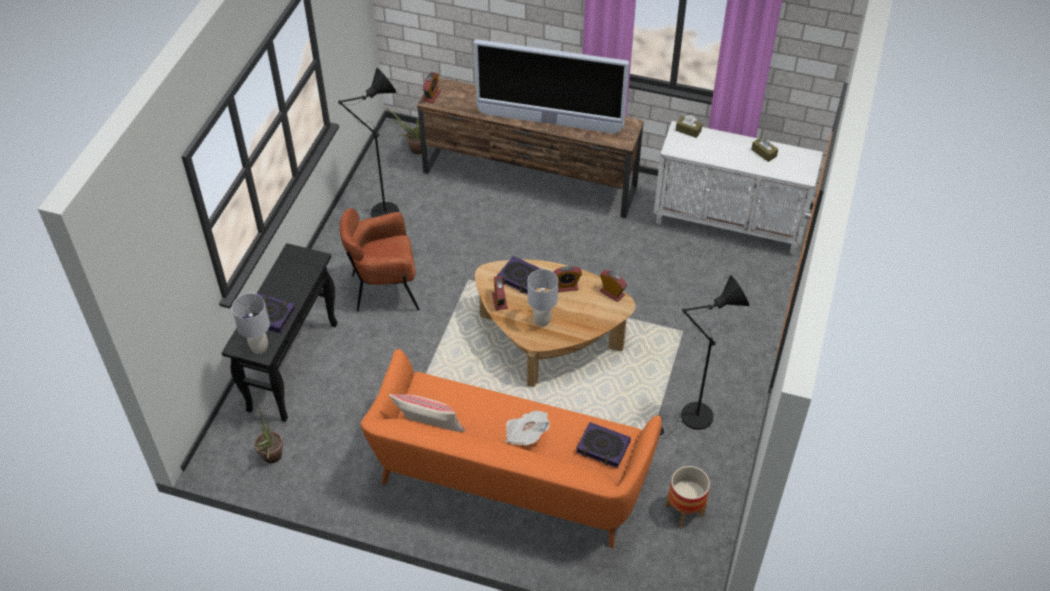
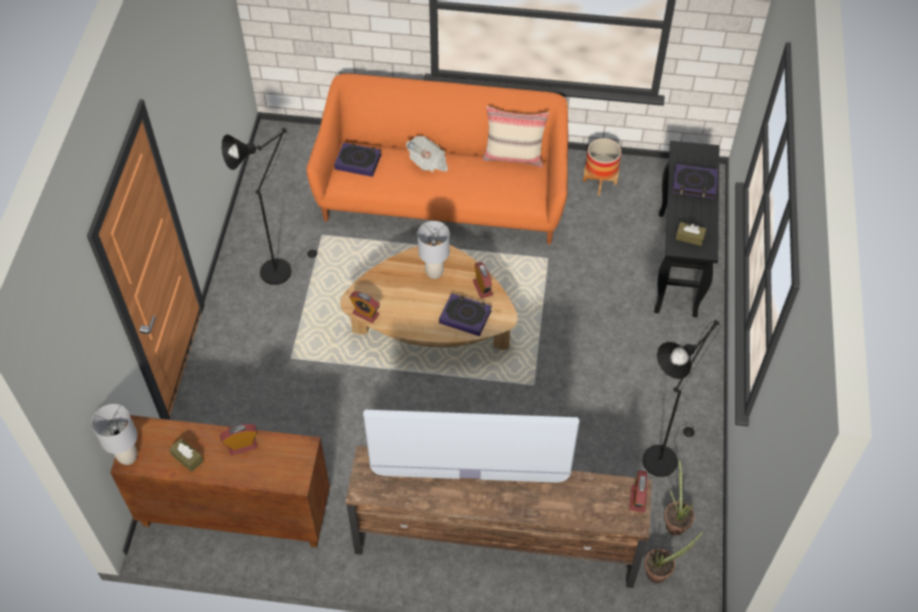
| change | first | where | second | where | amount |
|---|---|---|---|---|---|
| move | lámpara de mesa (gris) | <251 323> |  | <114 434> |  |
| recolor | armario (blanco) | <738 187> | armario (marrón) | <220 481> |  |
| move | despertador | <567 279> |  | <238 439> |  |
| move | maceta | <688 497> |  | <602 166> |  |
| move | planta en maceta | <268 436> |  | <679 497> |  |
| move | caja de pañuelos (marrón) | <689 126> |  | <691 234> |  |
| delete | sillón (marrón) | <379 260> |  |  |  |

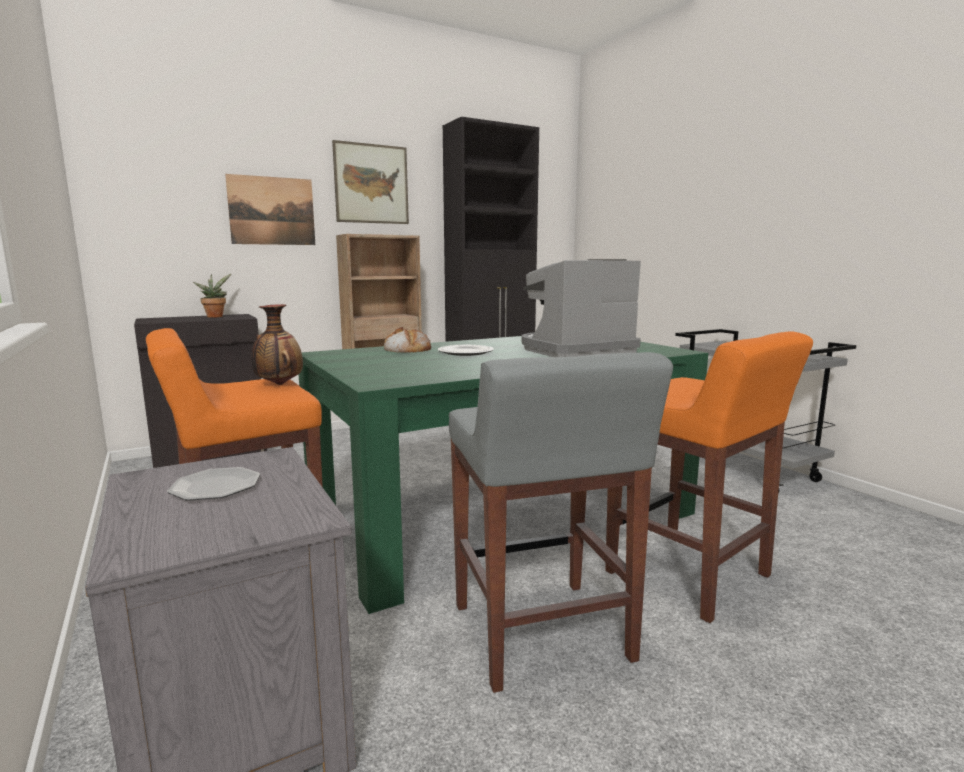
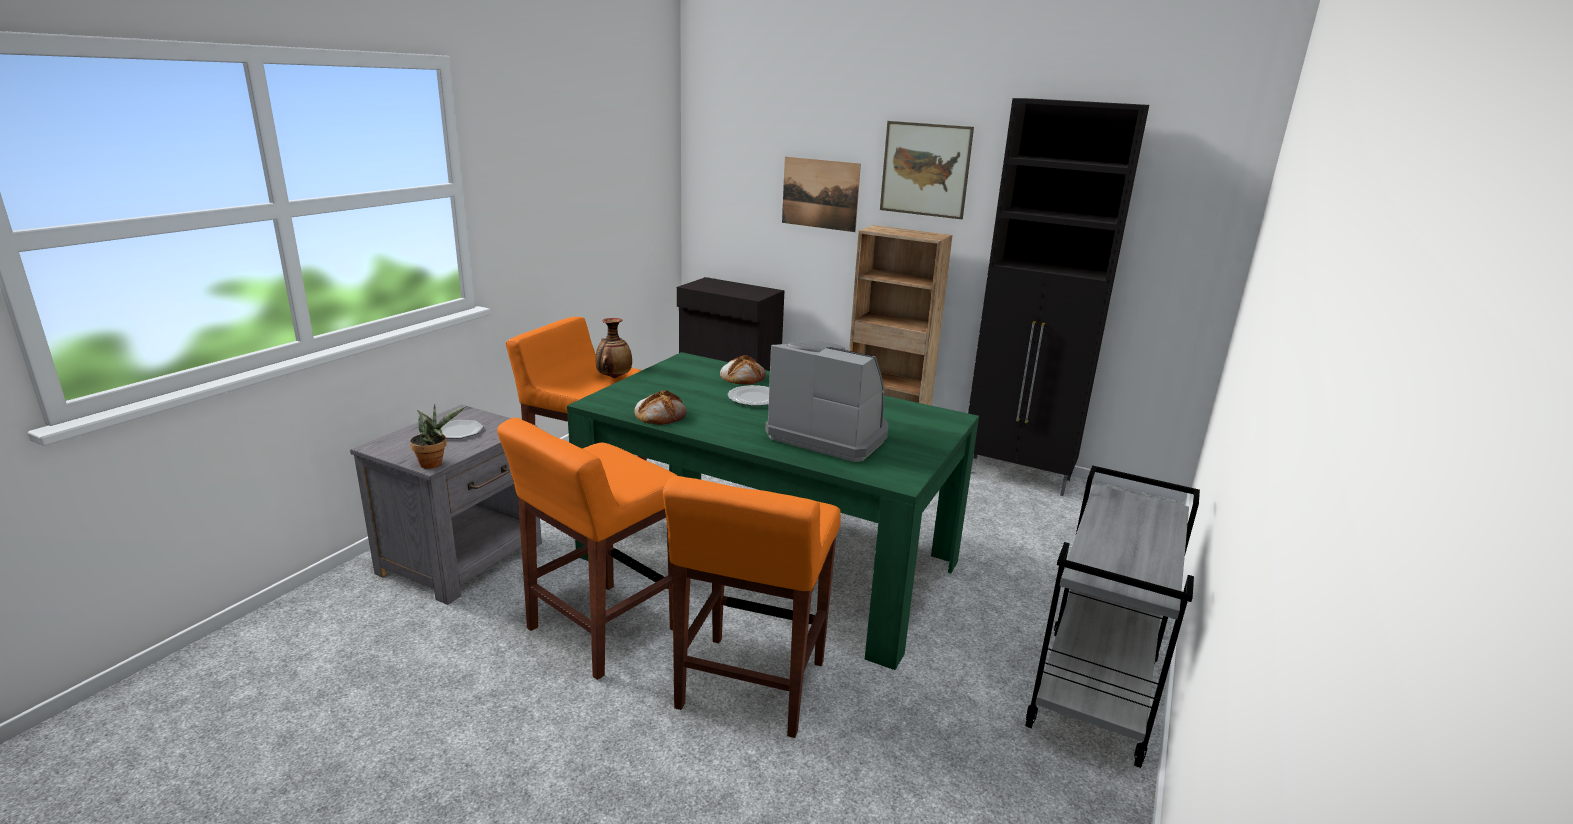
| change | first | where | second | where | amount |
|---|---|---|---|---|---|
| move | planta en maceta | <212 296> |  | <437 436> |  |
| recolor | taburete (gris) | <561 522> | taburete (naranja) | <587 549> |  |
| insert |  |  | pan | <660 407> |  |

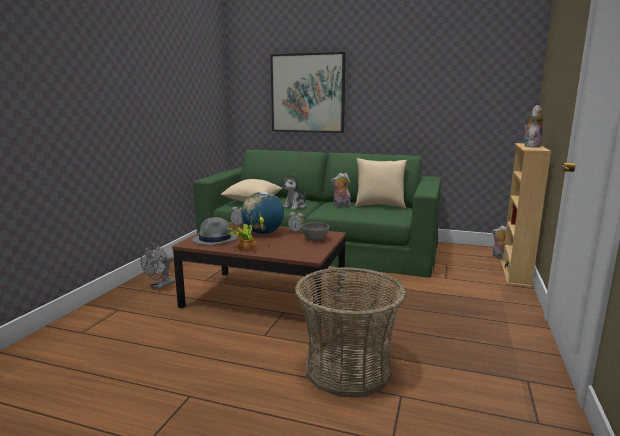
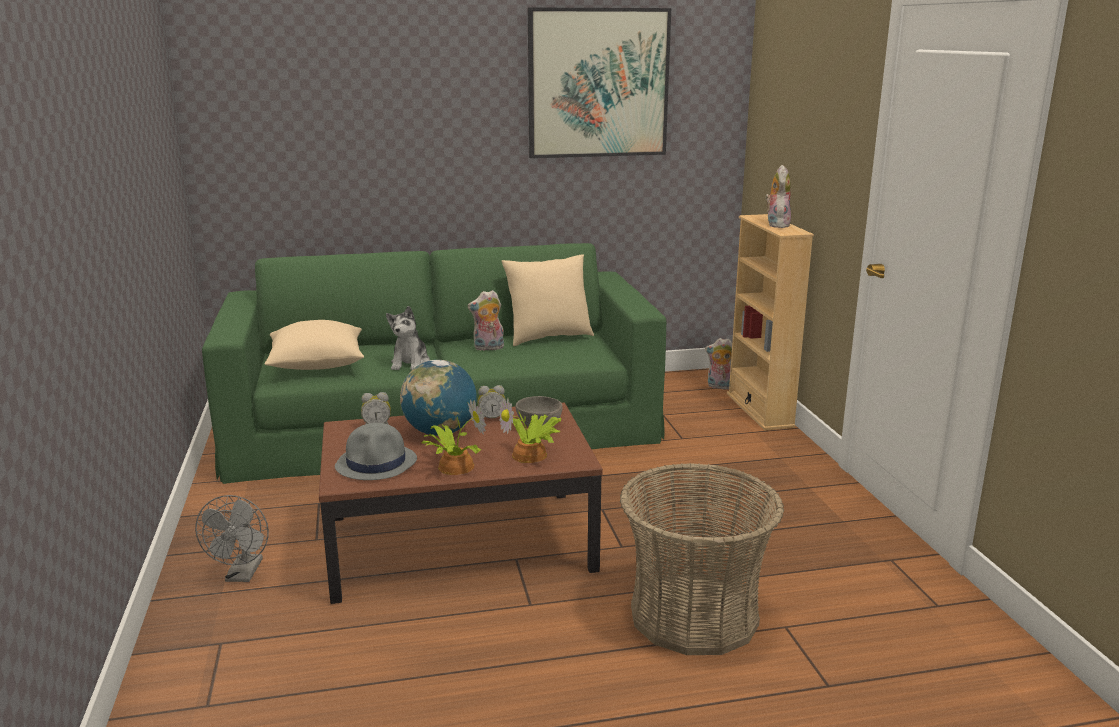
| change | first | where | second | where | amount |
|---|---|---|---|---|---|
| insert |  |  | planta en maceta | <530 430> |  |
| move | cuadro | <308 92> |  | <599 82> |  |

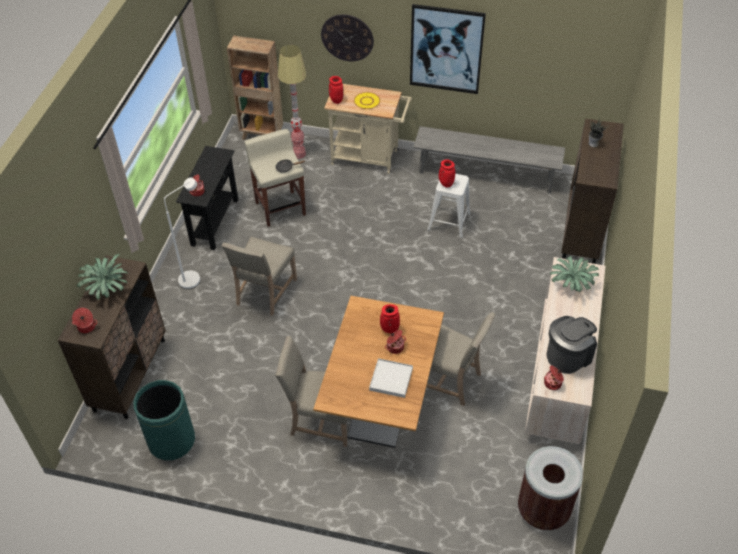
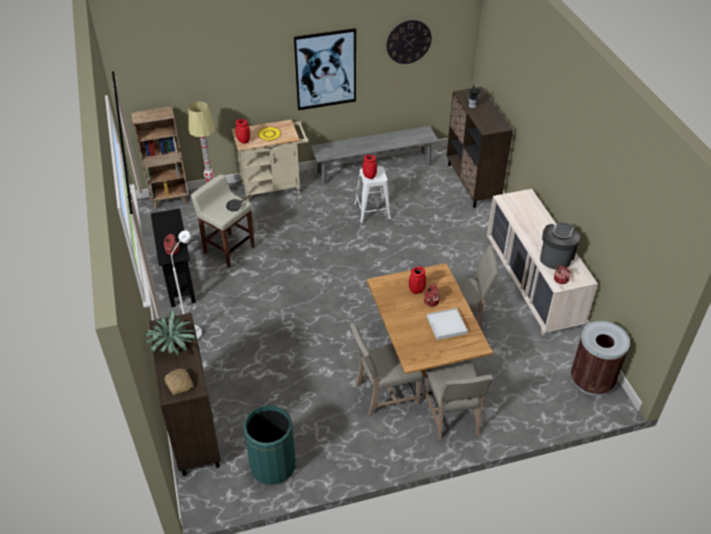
| change | first | where | second | where | amount |
|---|---|---|---|---|---|
| replace | olla | <84 320> | pan | <179 381> |  |
| move | reloj de pared | <347 37> |  | <409 42> |  |
| move | silla (beis) | <259 276> |  | <458 400> |  |
| delete | planta en maceta | <574 274> |  |  |  |

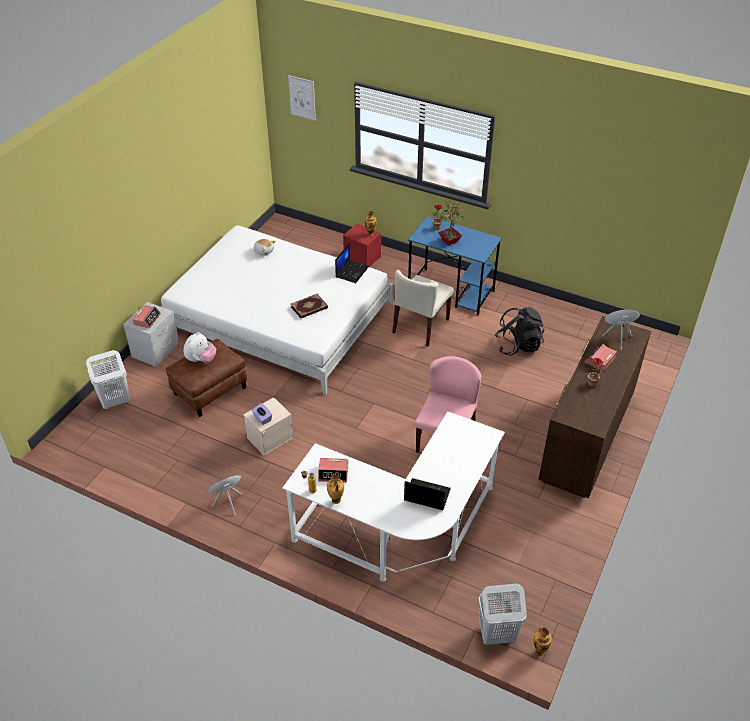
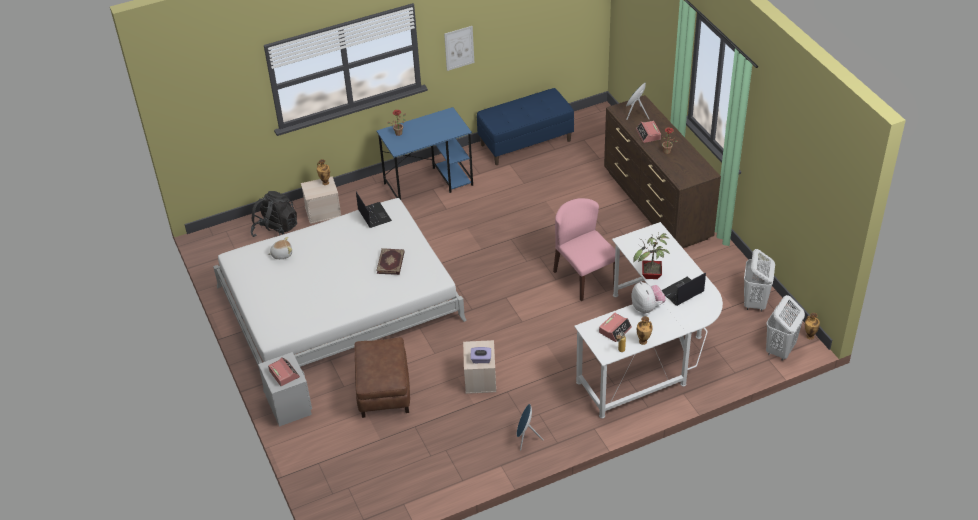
| change | first | where | second | where | amount |
|---|---|---|---|---|---|
| move | mochila (negro) | <520 331> |  | <273 214> |  |
| recolor | caja de almacenaje (rojo) | <362 245> | caja de almacenaje (beis) | <321 200> |  |
| move | cuadro | <302 98> |  | <459 48> |  |
| insert |  |  | banco (azul) | <525 126> |  |
| move | peluche | <200 347> |  | <648 297> |  |
| move | planta en maceta | <450 222> |  | <651 255> |  |
| move | cesto de la ropa (blanco) | <108 380> |  | <759 280> |  |
| delete | silla (beis) | <423 308> |  |  |  |

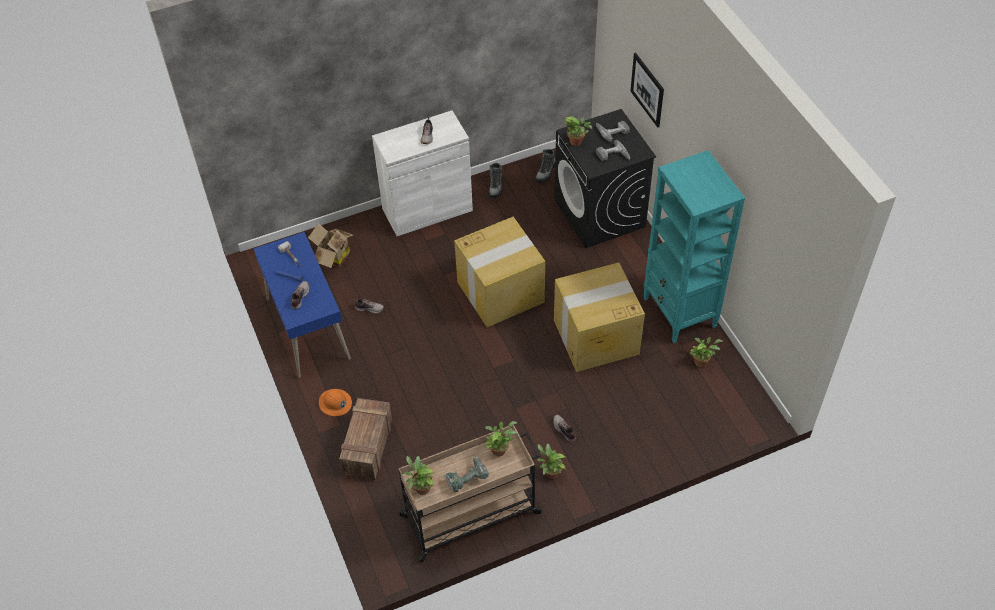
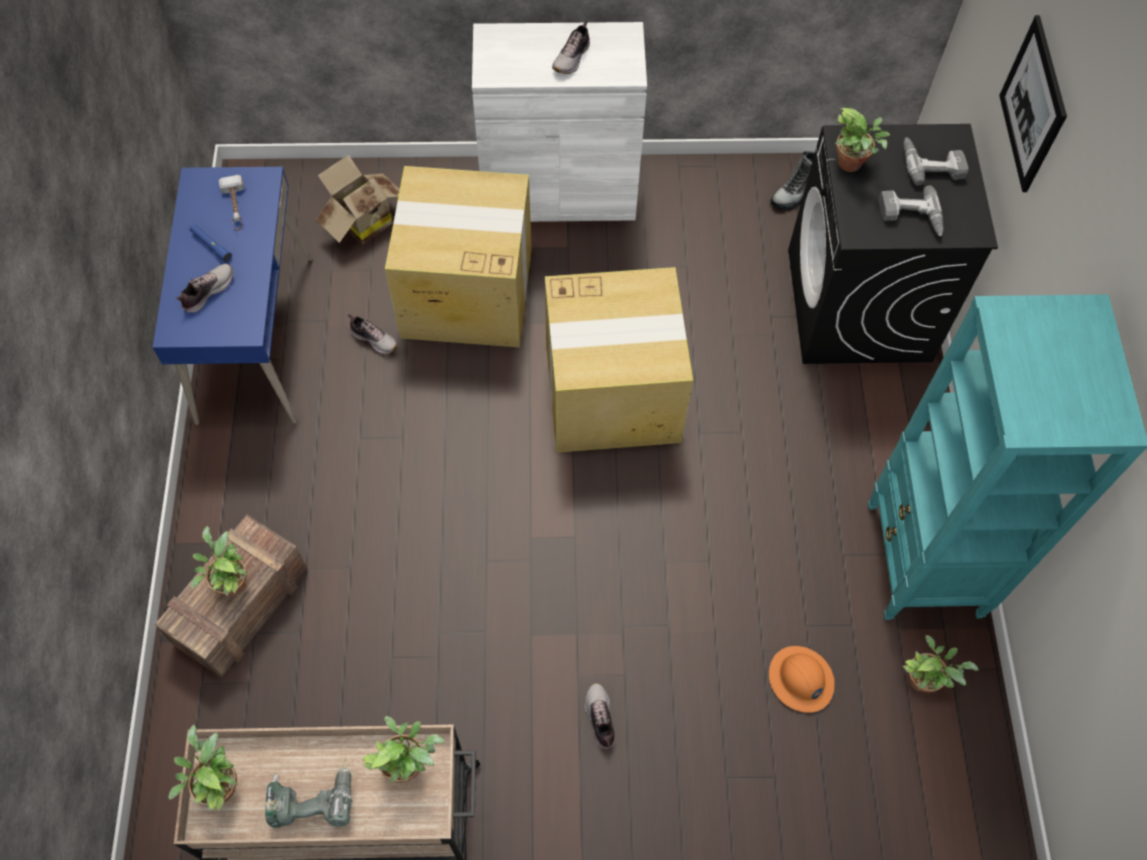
| change | first | where | second | where | amount |
|---|---|---|---|---|---|
| move | planta en maceta | <551 461> |  | <219 561> |  |
| move | caja de cartón | <599 317> |  | <458 256> |  |
| move | casco (naranja) | <335 402> |  | <801 679> |  |
| delete | bota | <495 180> |  |  |  |

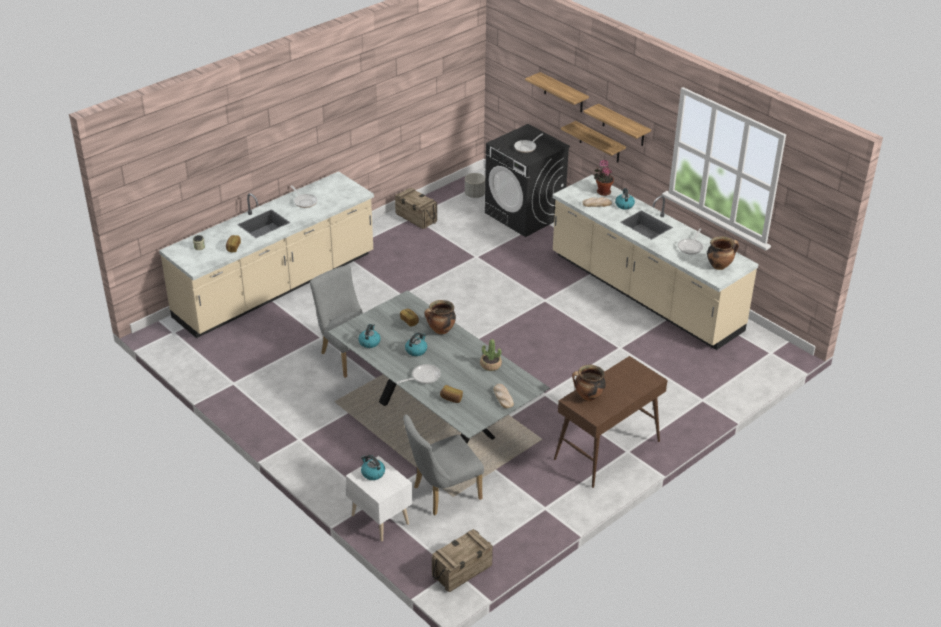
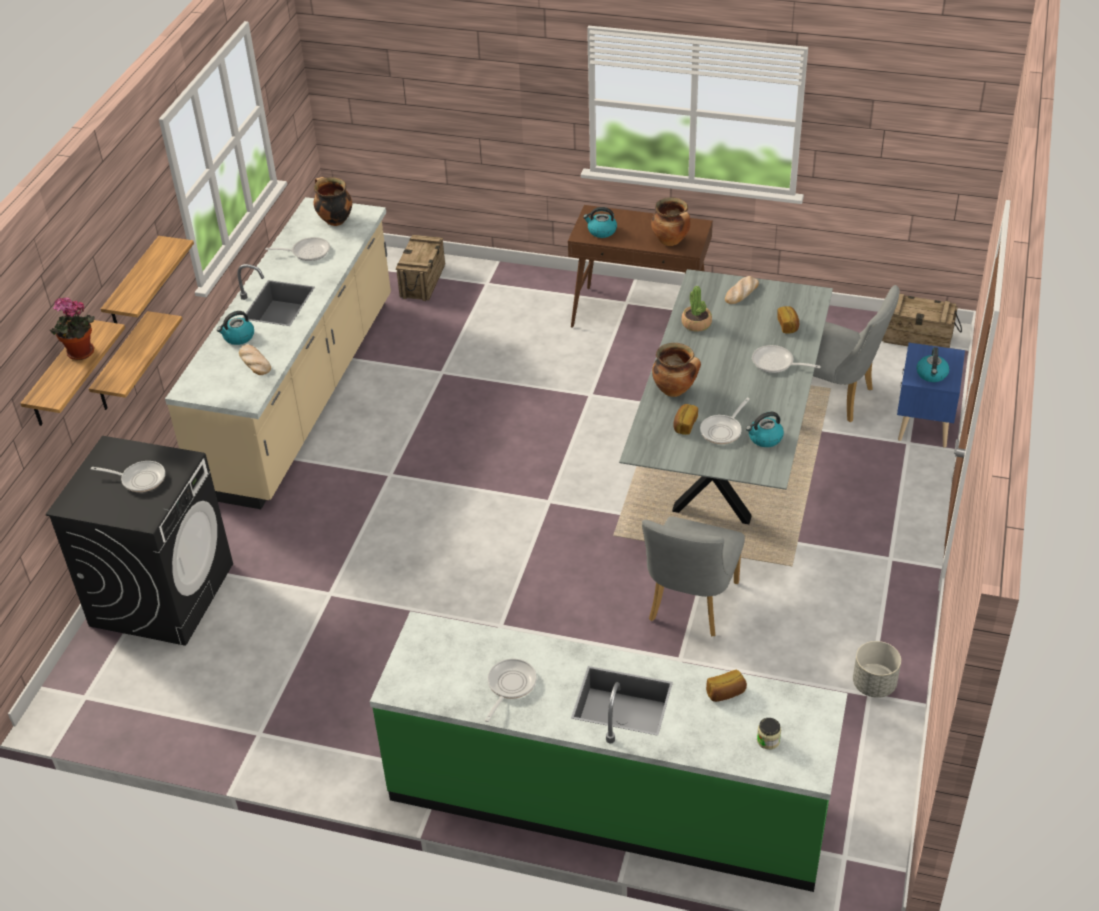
| change | first | where | second | where | amount |
|---|---|---|---|---|---|
| move | planta en maceta | <604 178> |  | <72 328> |  |
| recolor | mueble bajo de cocina (beis) | <266 254> | mueble bajo de cocina (verde) | <609 751> |  |
| move | caja de embalaje | <416 208> |  | <420 268> |  |
| move | hervidor | <416 344> |  | <600 222> |  |
| insert |  |  | sartén | <725 421> |  |
| move | maceta (gris) | <475 185> |  | <877 669> |  |
| recolor | mesita de noche (blanco) | <379 498> | mesita de noche (azul) | <931 395> |  |

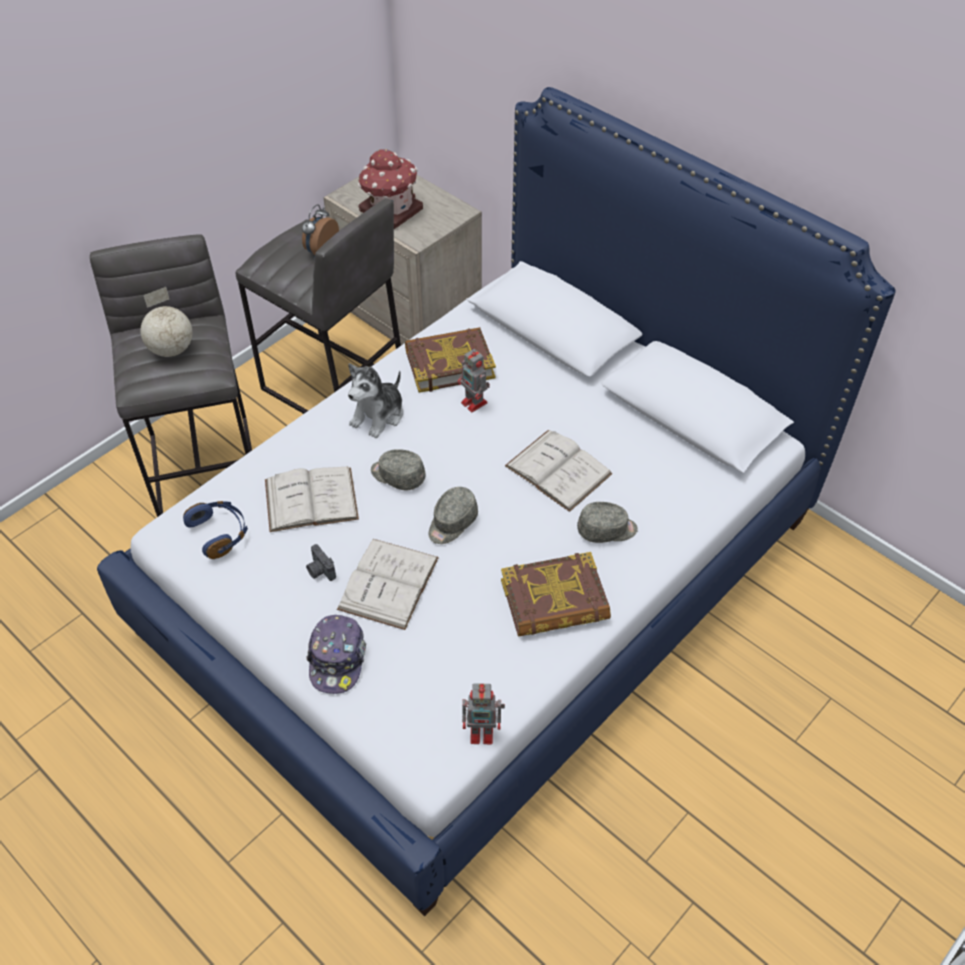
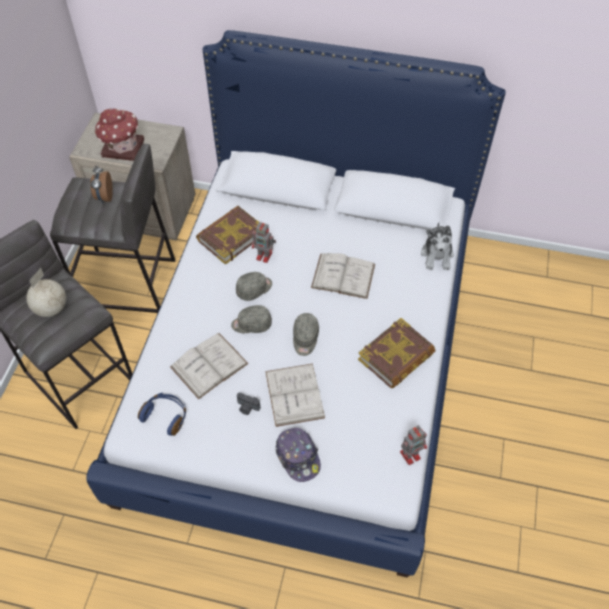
| change | first | where | second | where | amount |
|---|---|---|---|---|---|
| move | gorra (gris) | <607 522> |  | <254 286> |  |
| move | peluche | <375 400> |  | <437 246> |  |

